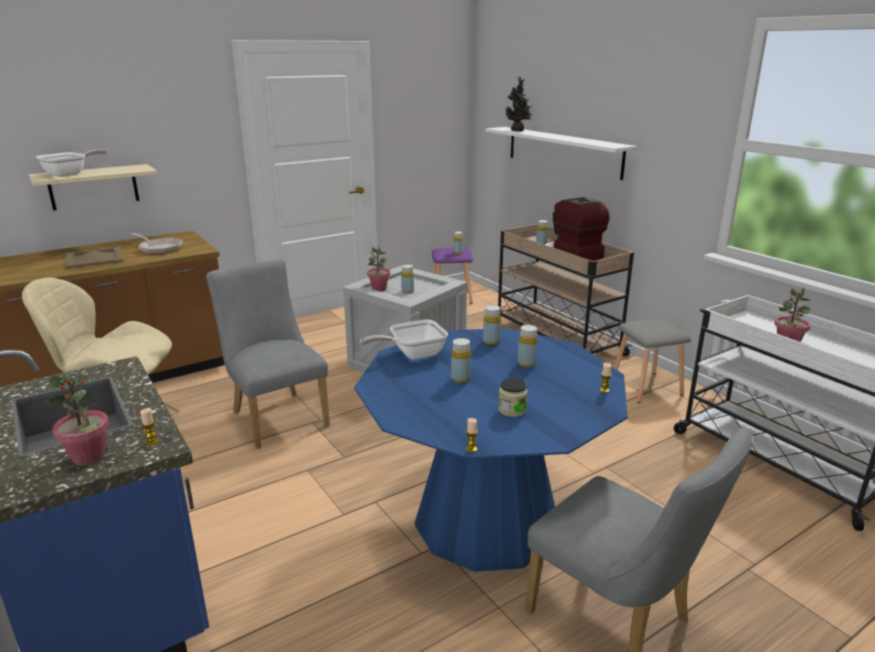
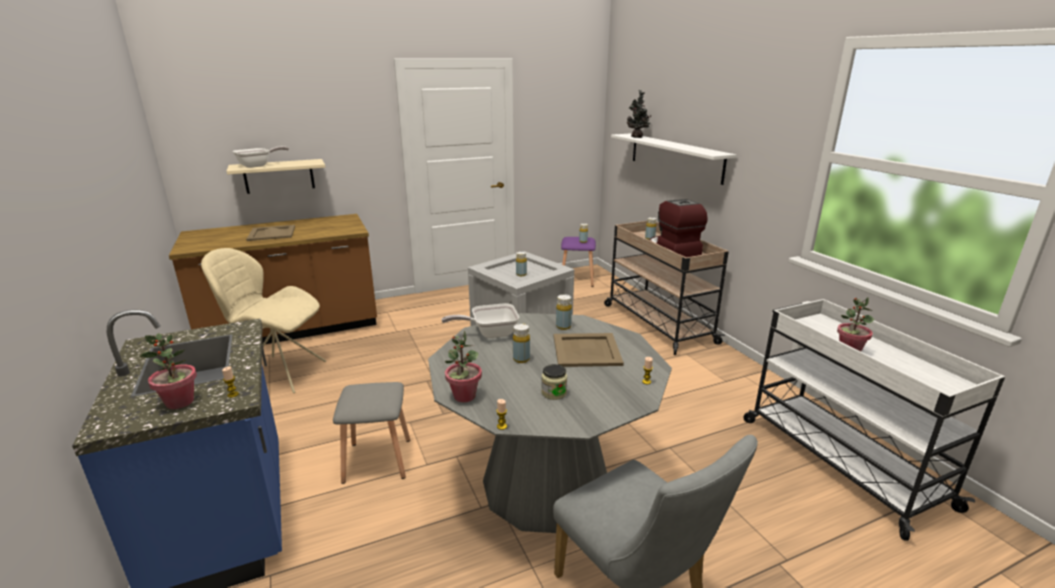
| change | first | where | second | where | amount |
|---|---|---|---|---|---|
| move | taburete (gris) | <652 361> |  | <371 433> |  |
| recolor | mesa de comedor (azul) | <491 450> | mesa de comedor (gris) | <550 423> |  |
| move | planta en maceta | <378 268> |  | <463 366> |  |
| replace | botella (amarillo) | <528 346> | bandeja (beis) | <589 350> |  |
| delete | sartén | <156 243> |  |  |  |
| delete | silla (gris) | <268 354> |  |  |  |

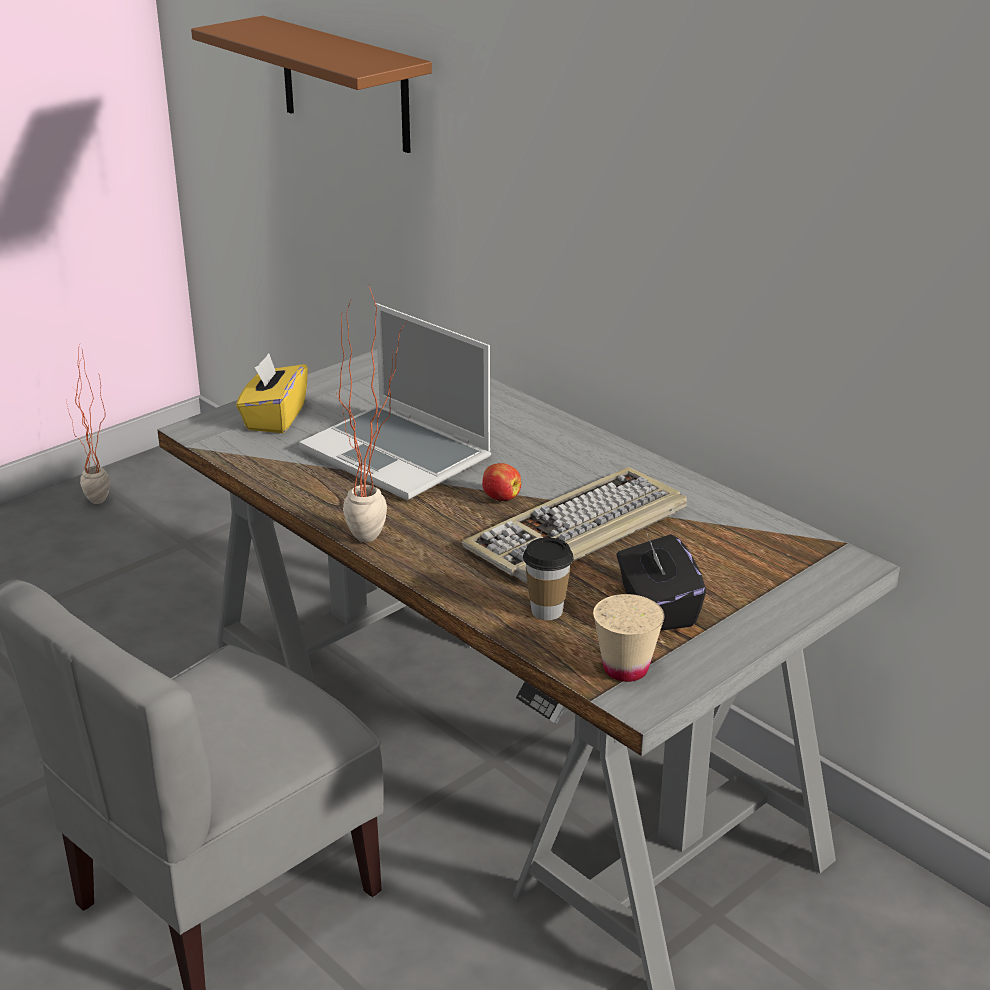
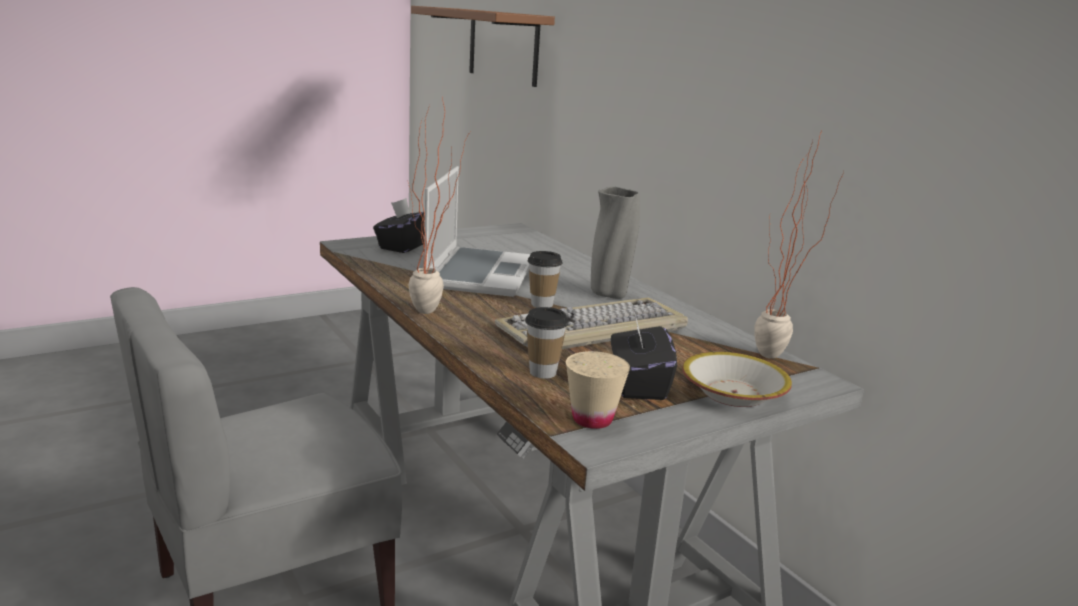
| change | first | where | second | where | amount |
|---|---|---|---|---|---|
| recolor | caja de pañuelos (amarillo) | <272 393> | caja de pañuelos (negro) | <399 225> |  |
| rotate | portátil | <395 401> |  | <477 231> | 135 degrees counterclockwise |
| replace | manzana | <501 482> | taza | <545 279> |  |
| insert |  |  | florero (gris) | <615 243> |  |
| insert |  |  | cuenco | <737 379> |  |
| move | planta en maceta | <88 423> |  | <799 244> |  |

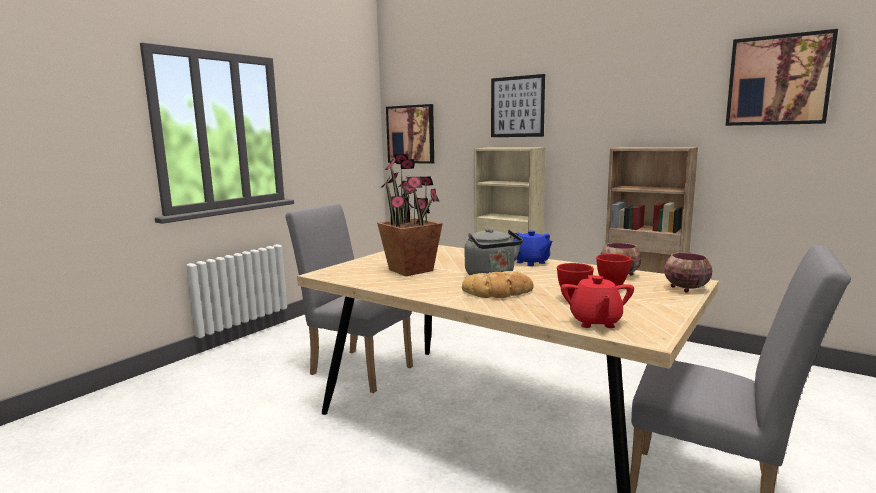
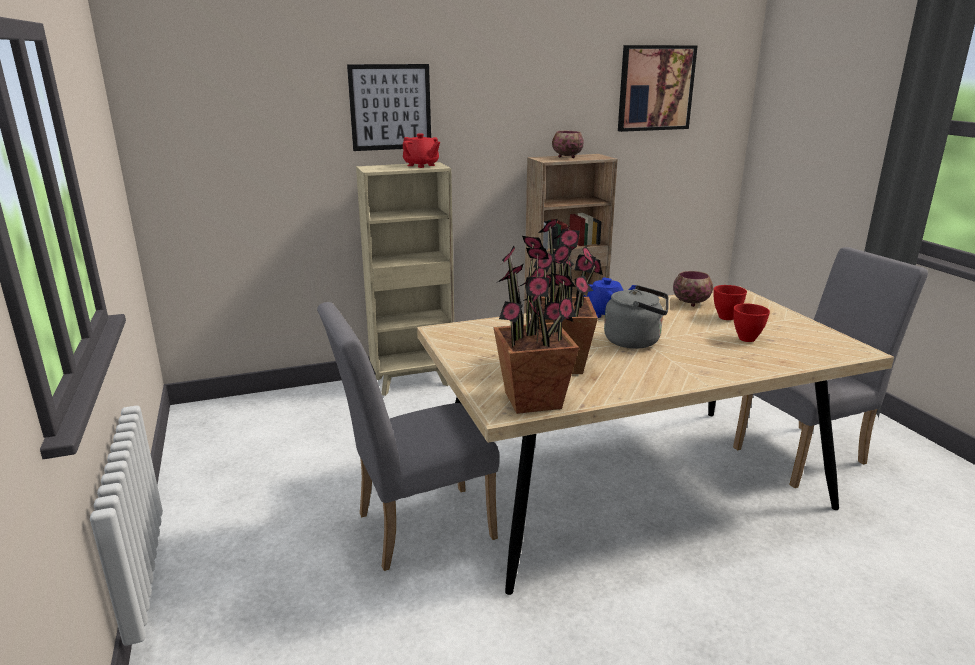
| change | first | where | second | where | amount |
|---|---|---|---|---|---|
| move | tetera (rojo) | <597 301> |  | <421 150> |  |
| insert |  |  | planta en maceta | <536 325> |  |
| move | cuenco | <688 273> |  | <568 144> |  |
| delete | cuadro | <410 134> |  |  |  |
| delete | pan | <497 284> |  |  |  |

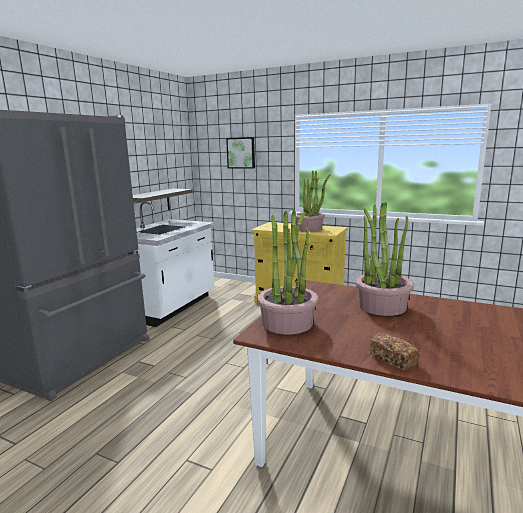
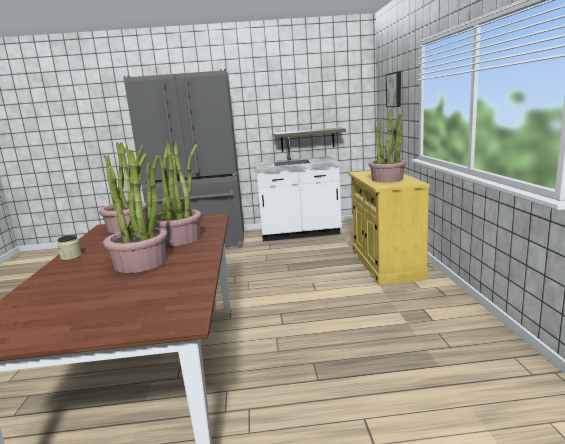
| change | first | where | second | where | amount |
|---|---|---|---|---|---|
| replace | pan | <394 351> | tarro | <69 247> |  |
| insert |  |  | planta en maceta | <135 211> |  |

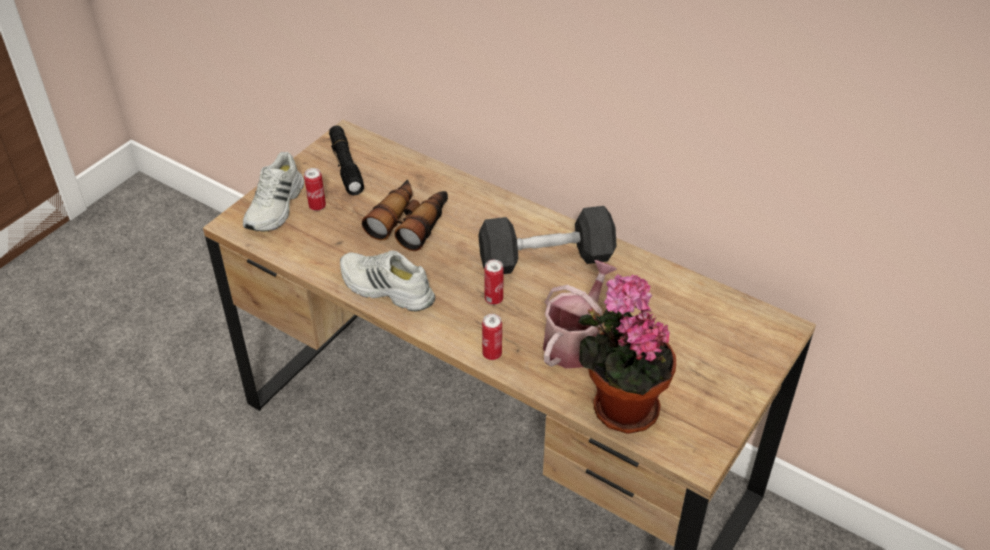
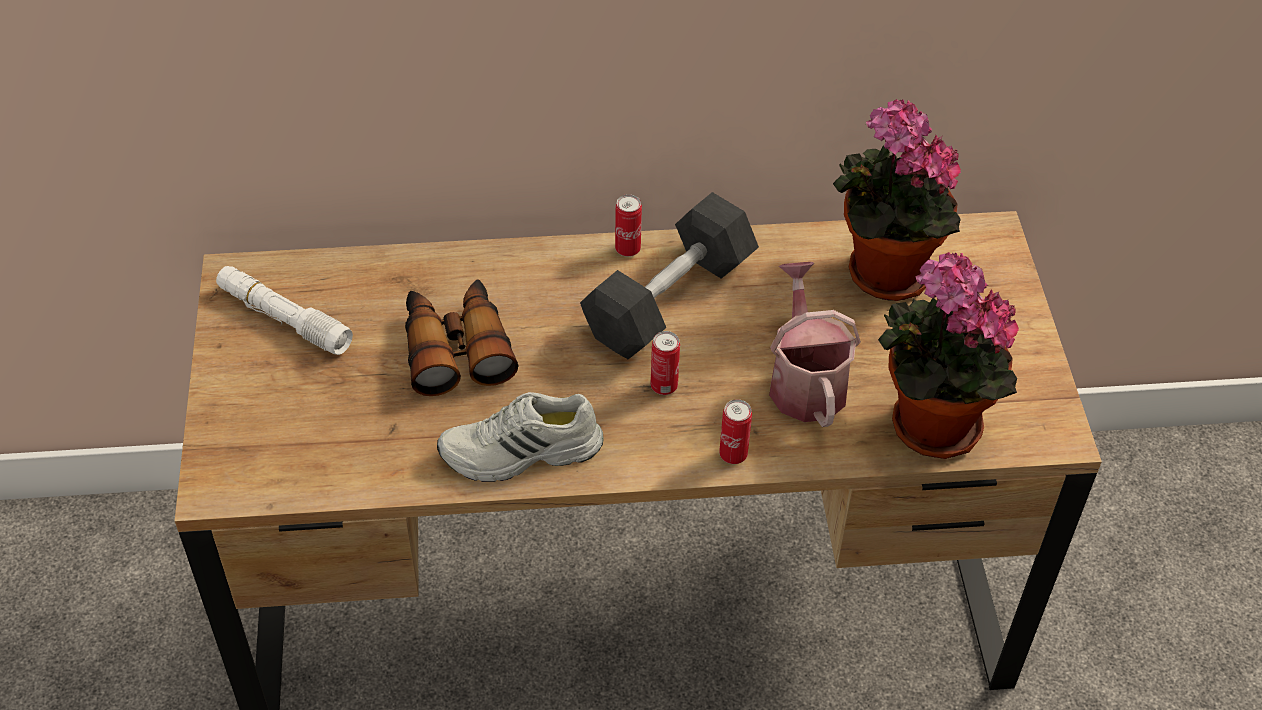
| change | first | where | second | where | amount |
|---|---|---|---|---|---|
| recolor | linterna (negro) | <346 160> | linterna (blanco) | <284 310> |  |
| move | lata | <315 189> |  | <628 225> |  |
| insert |  |  | planta en maceta | <897 200> |  |
| delete | zapato (blanco) | <273 192> |  |  |  |

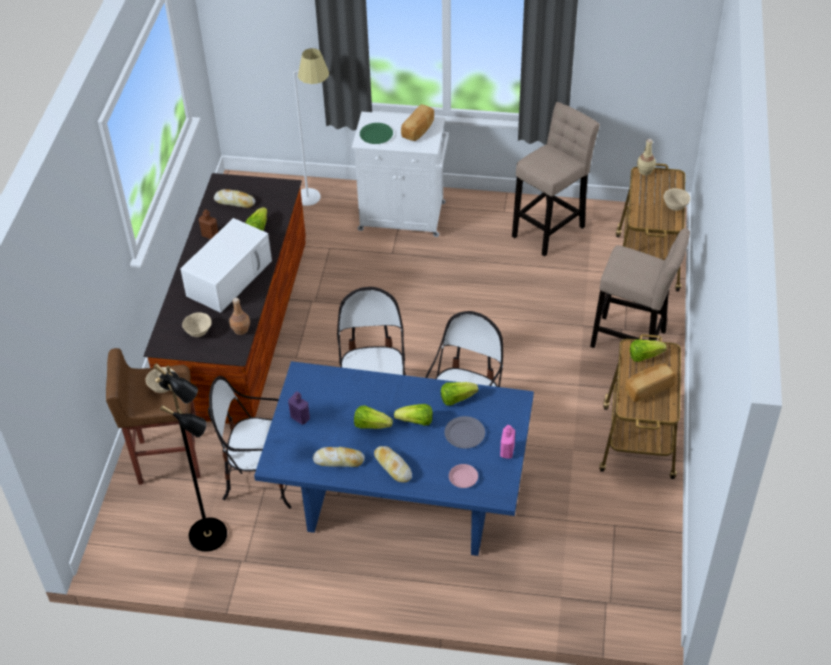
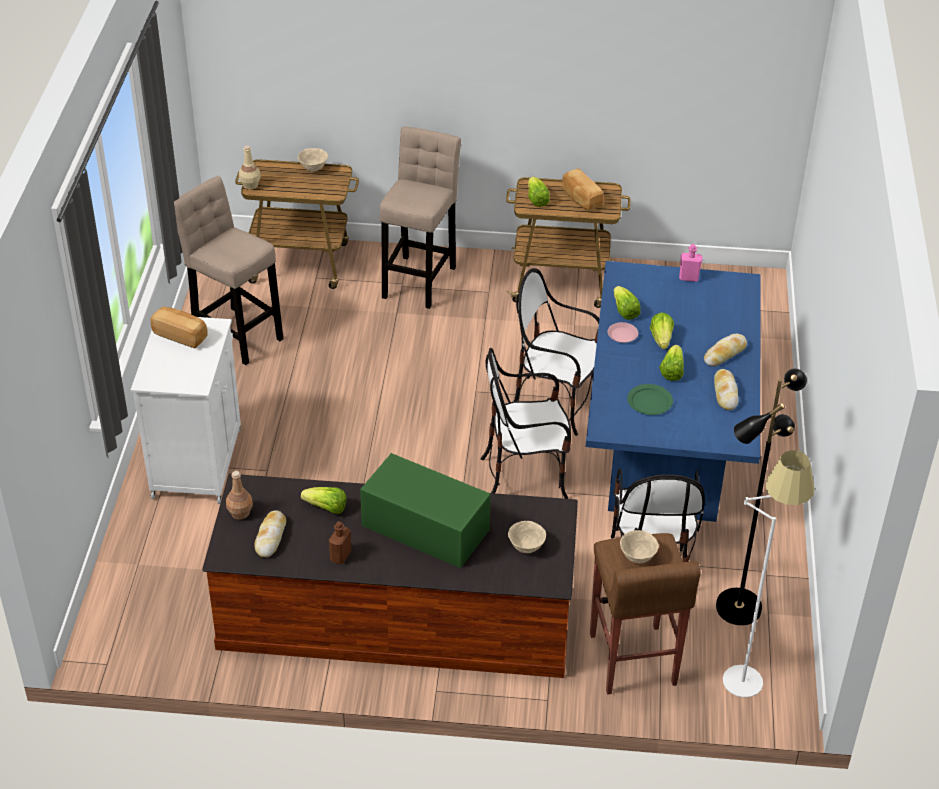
| change | first | where | second | where | amount |
|---|---|---|---|---|---|
| move | botella (marrón) | <239 316> |  | <239 495> |  |
| recolor | microondas (blanco) | <226 265> | microondas (verde) | <425 510> |  |
| move | plato (rosa) | <463 476> |  | <623 332> |  |
| move | plato (verde) | <376 133> |  | <650 399> |  |
| move | lámpara de pie (blanco) | <311 127> |  | <768 574> |  |
| delete | botella (morado) | <299 408> |  |  |  |
| delete | plato (gris) | <464 432> |  |  |  |

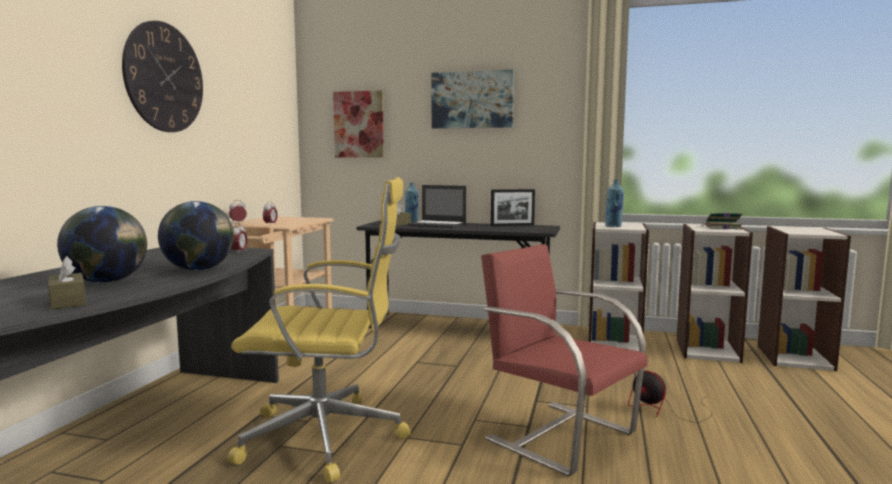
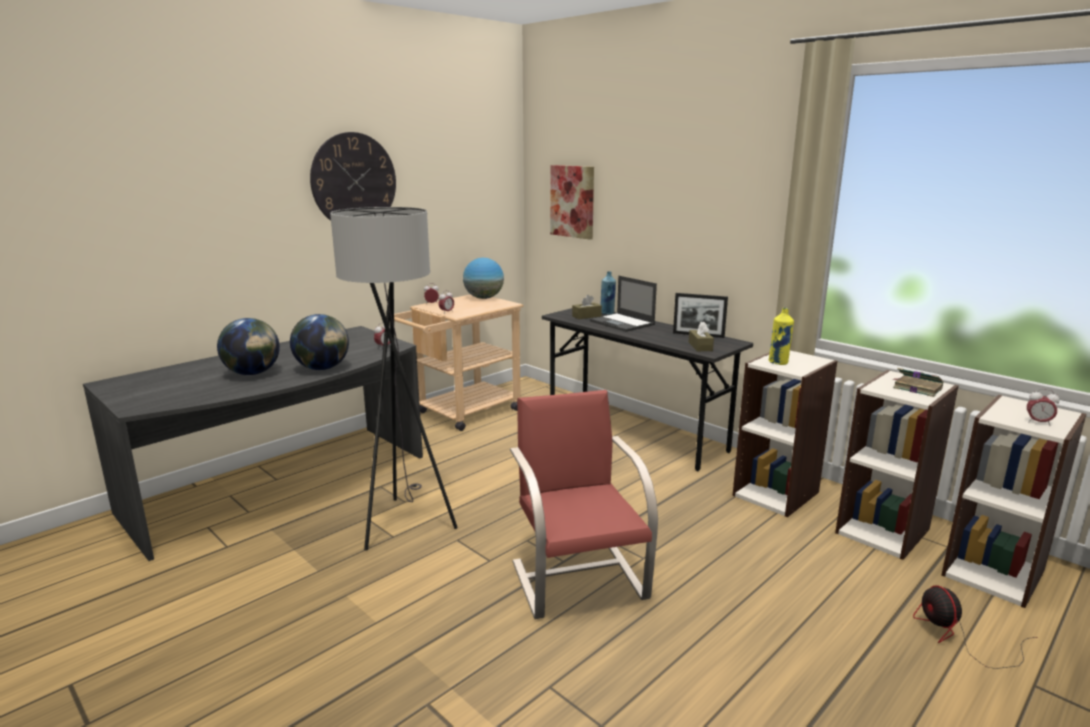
| change | first | where | second | where | amount |
|---|---|---|---|---|---|
| replace | silla de oficina (amarillo) | <319 330> | lámpara de pie (gris) | <394 378> |  |
| insert |  |  | globo terráqueo | <483 278> |  |
| move | caja de pañuelos (marrón) | <67 283> |  | <701 336> |  |
| recolor | botella (azul) | <614 203> | botella (amarillo) | <781 336> |  |
| move | ventilador | <670 397> |  | <975 627> |  |
| insert |  |  | despertador | <1043 407> |  |
| delete | cuadro | <472 99> |  |  |  |

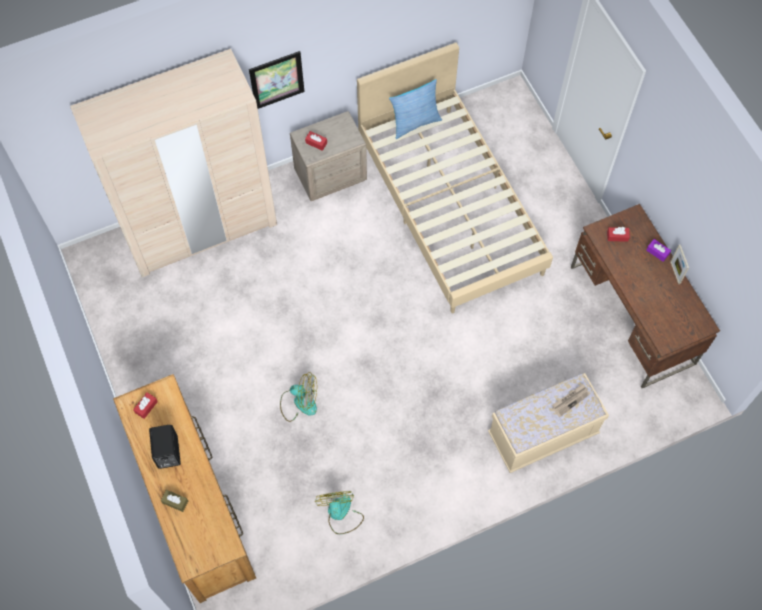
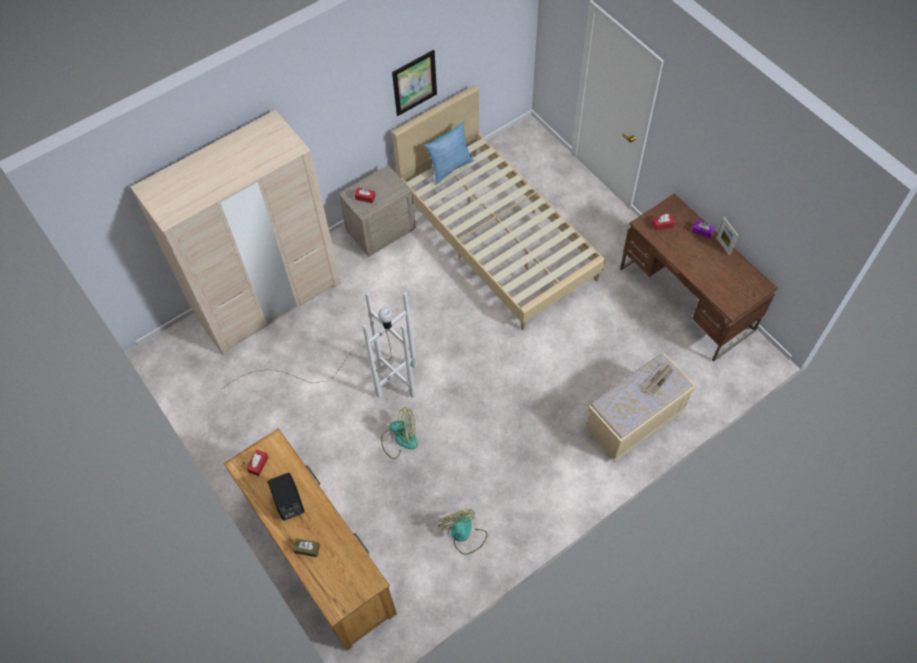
| change | first | where | second | where | amount |
|---|---|---|---|---|---|
| insert |  |  | lámpara de pie (blanco) | <318 345> |  |
| move | cuadro | <277 80> |  | <414 83> |  |

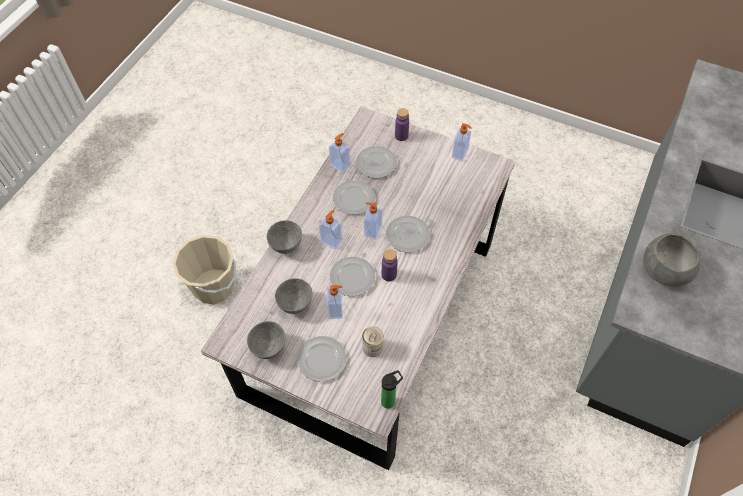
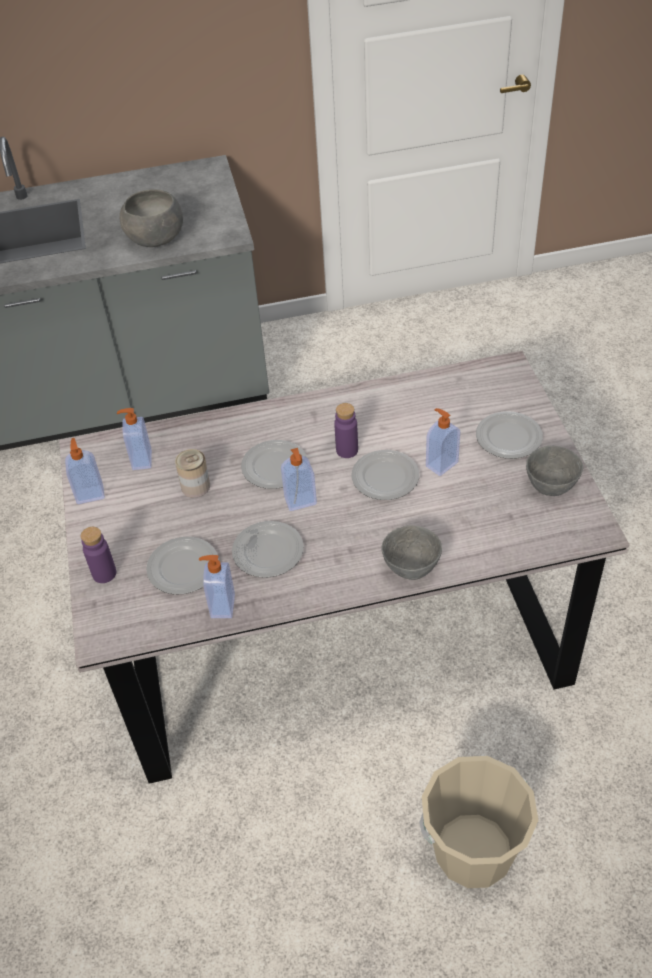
| change | first | where | second | where | amount |
|---|---|---|---|---|---|
| move | dispensador de jabón | <330 230> |  | <134 439> |  |
| move | lata | <373 341> |  | <192 473> |  |
| delete | cuenco (gris) | <293 296> |  |  |  |
| delete | botella | <392 389> |  |  |  |

